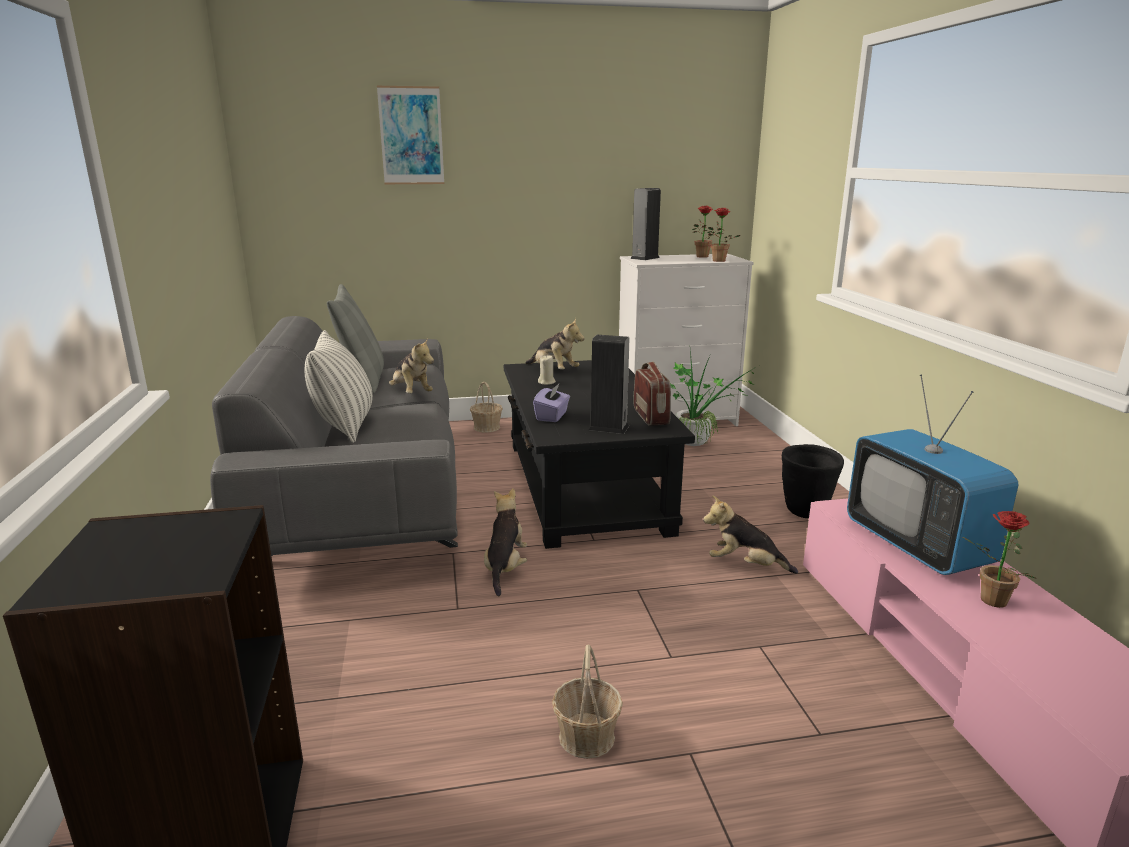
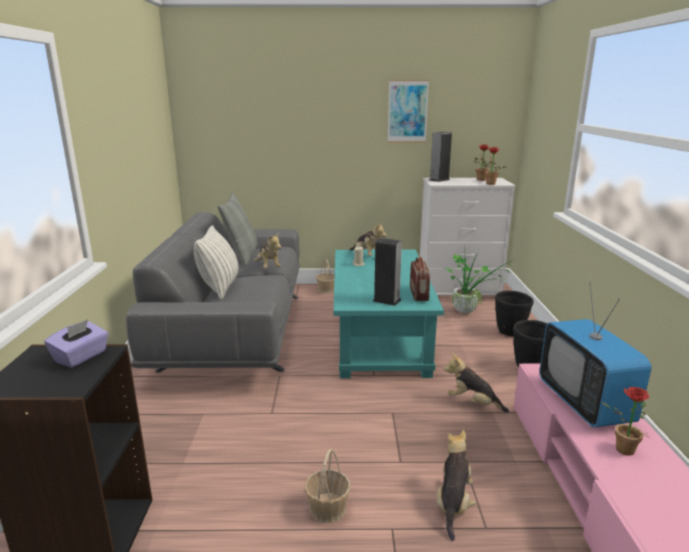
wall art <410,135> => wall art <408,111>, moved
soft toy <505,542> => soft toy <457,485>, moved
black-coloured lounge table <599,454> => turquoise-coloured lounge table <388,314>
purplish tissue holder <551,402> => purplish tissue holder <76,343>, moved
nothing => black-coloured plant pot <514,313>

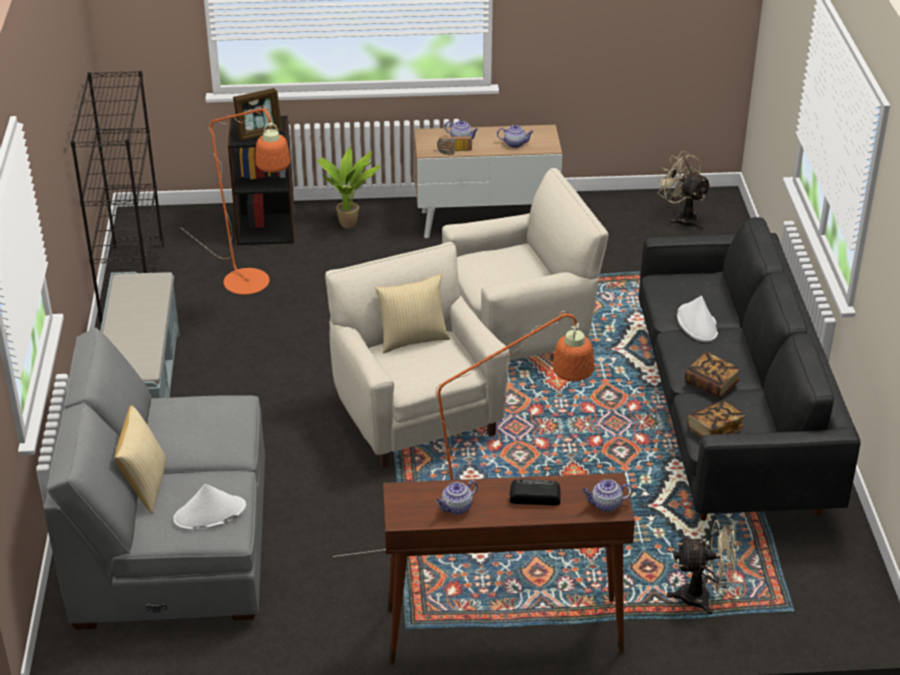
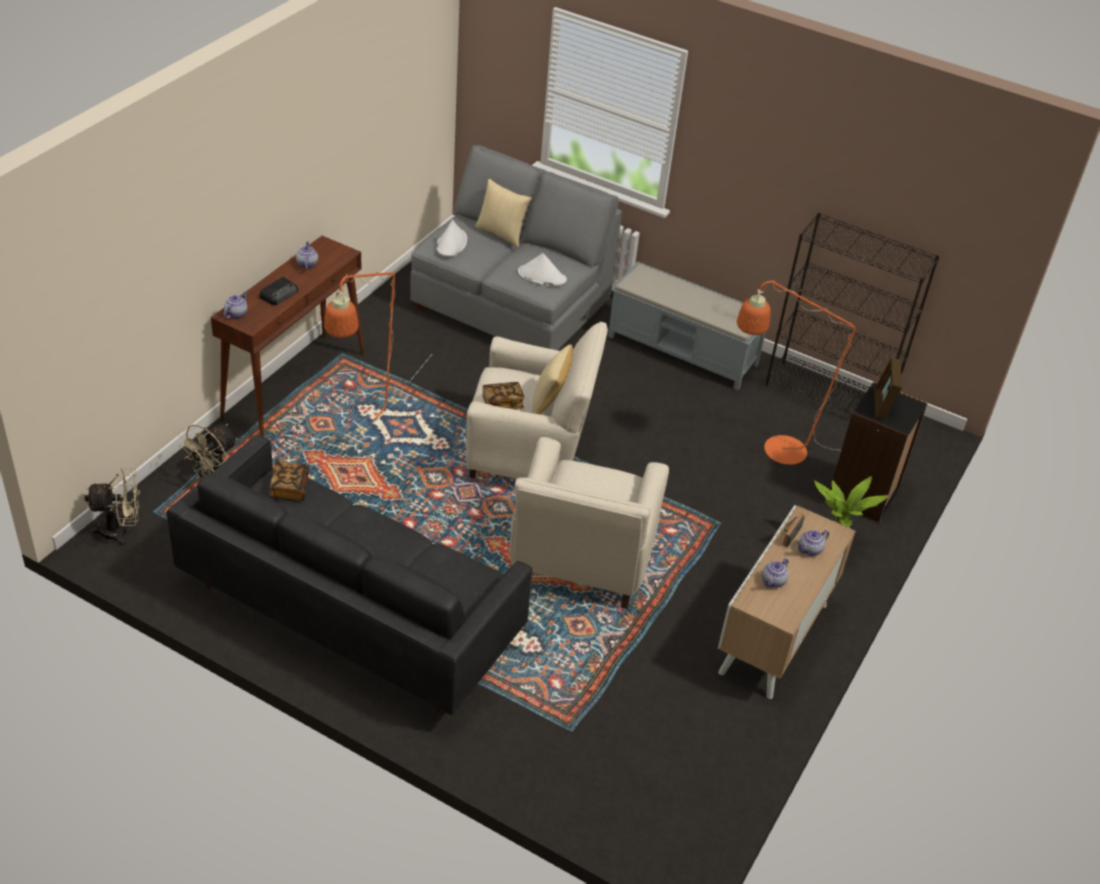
beige cooling fan <683,190> => beige cooling fan <112,507>, moved
white-coloured wearable hat <697,319> => white-coloured wearable hat <542,269>, moved
bound book <713,375> => bound book <503,396>, moved

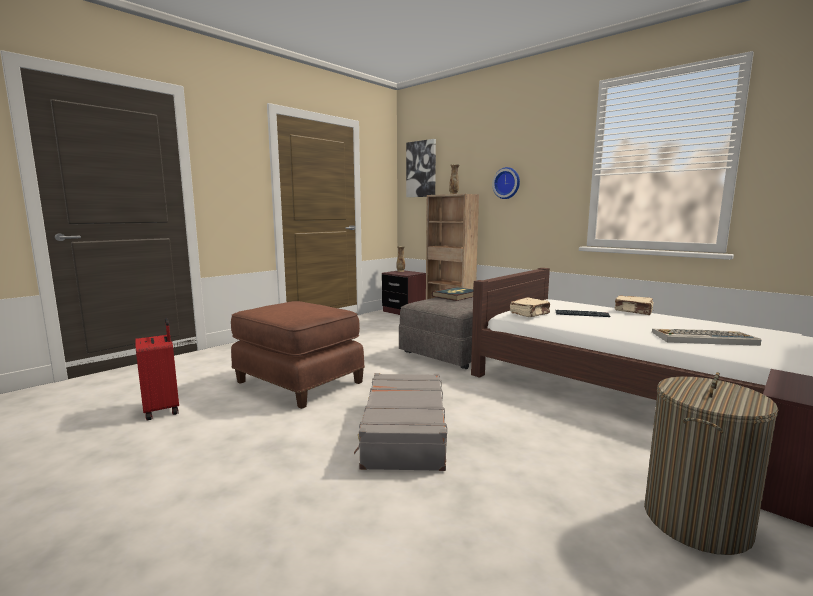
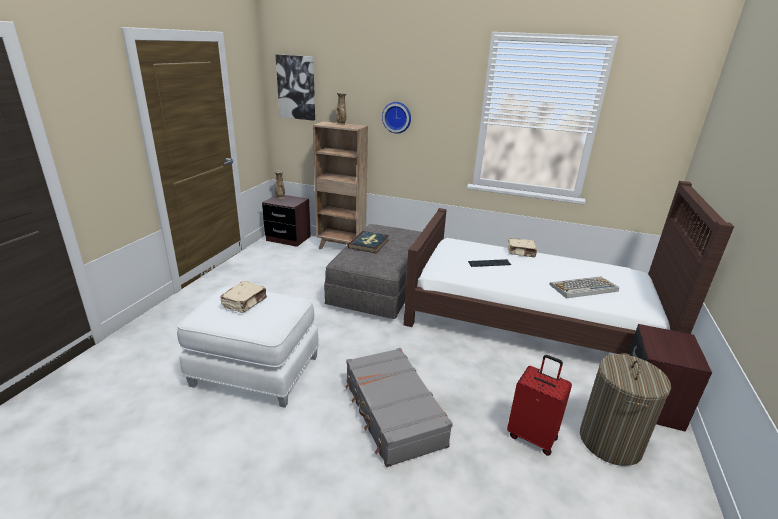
red-coloured suitcase <157,369> => red-coloured suitcase <539,405>, moved
brownish footrest <298,355> => white-coloured footrest <248,347>
beige bound book <530,307> => beige bound book <243,297>, moved

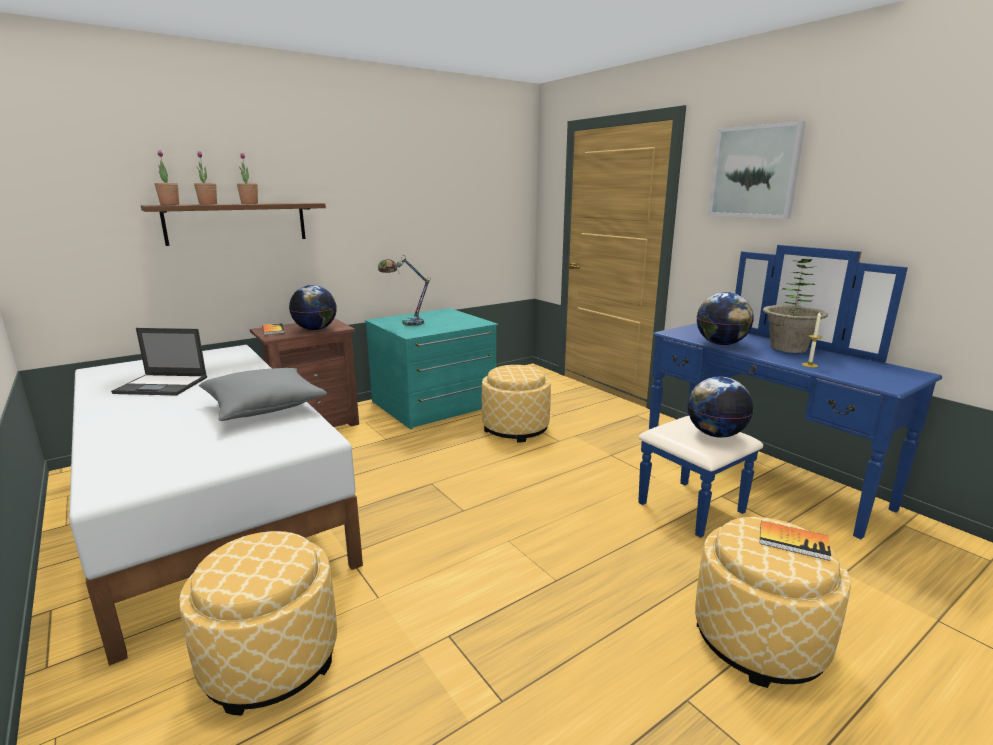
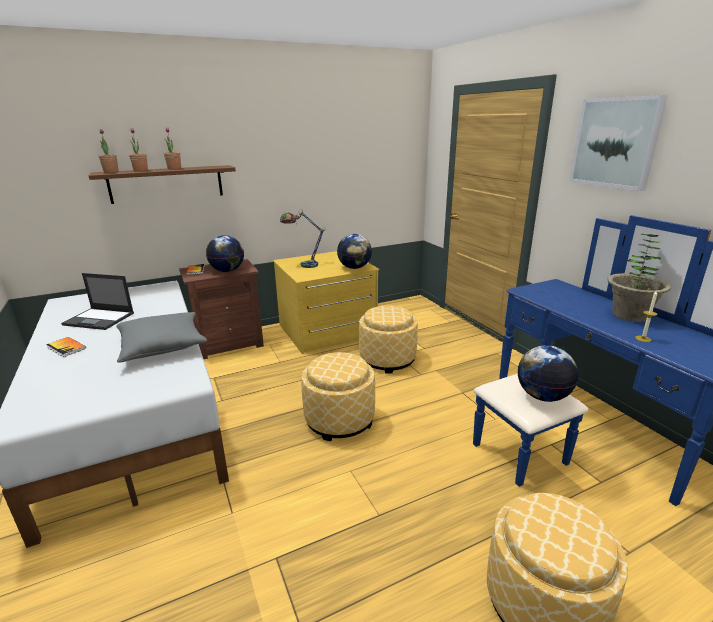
footrest <258,623> => footrest <338,396>, moved
turquoise-coloured chest of drawers <431,369> => yellowish chest of drawers <326,302>
globe <725,318> => globe <354,251>, moved
bound book <795,541> => bound book <66,347>, moved

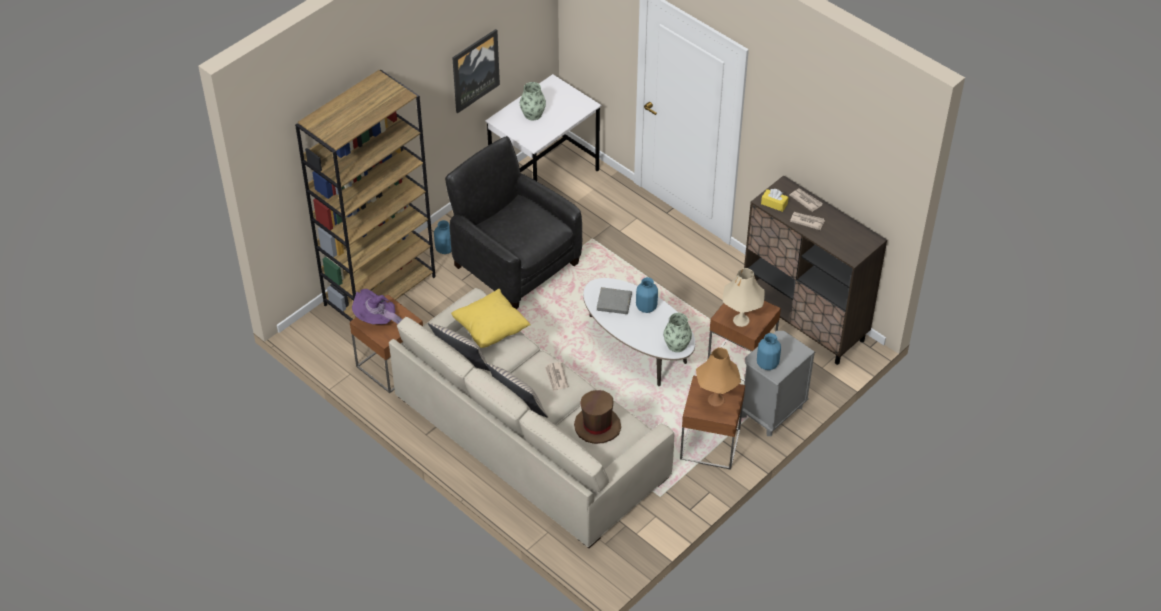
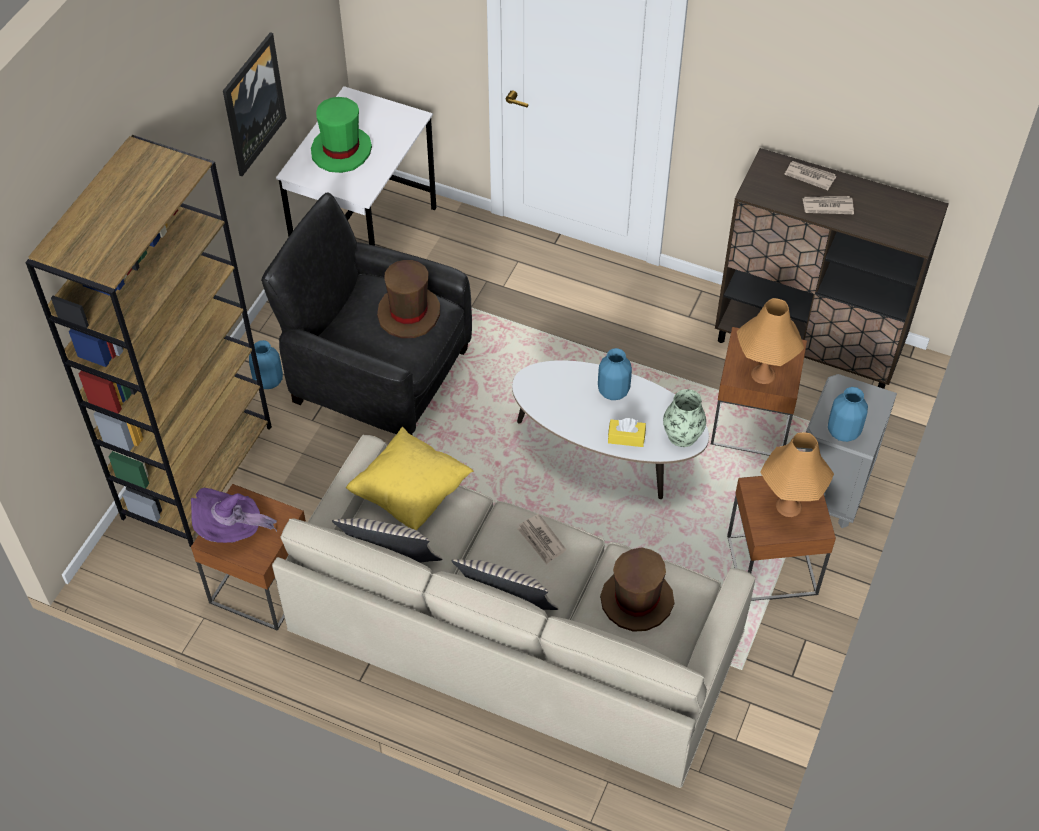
decorative vase <533,101> => greenish wearable hat <341,135>
gray bound book <614,300> => nothing
beige table lamp <744,297> => orange-coloured table lamp <770,341>
yellowish tissue holder <775,200> => yellowish tissue holder <627,432>, moved
nothing => brownish wearable hat <408,299>

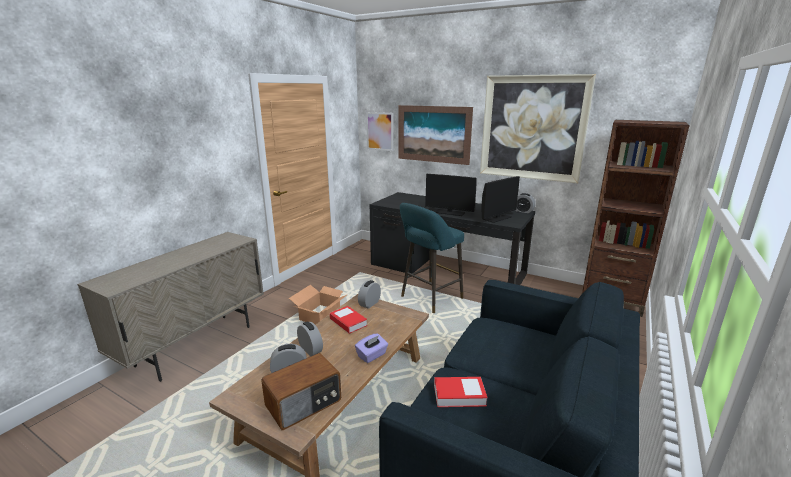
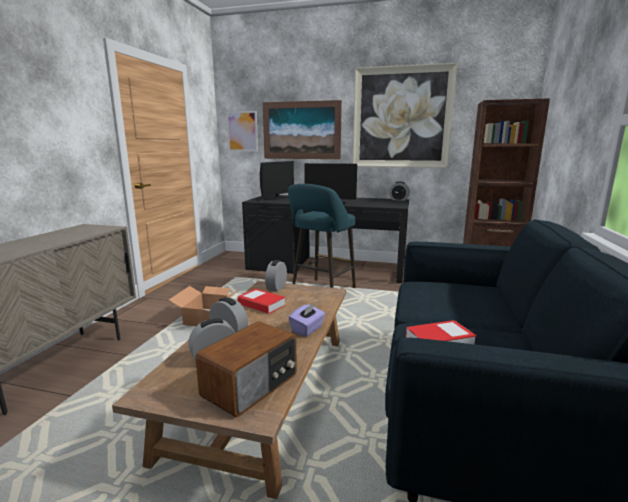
computer display <500,199> => computer display <277,180>, moved

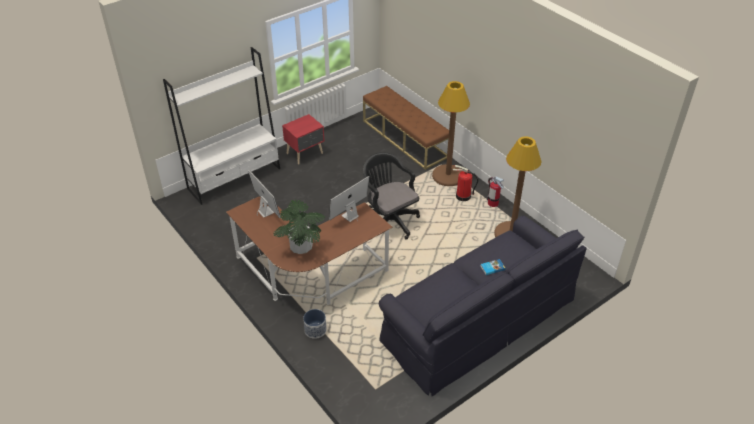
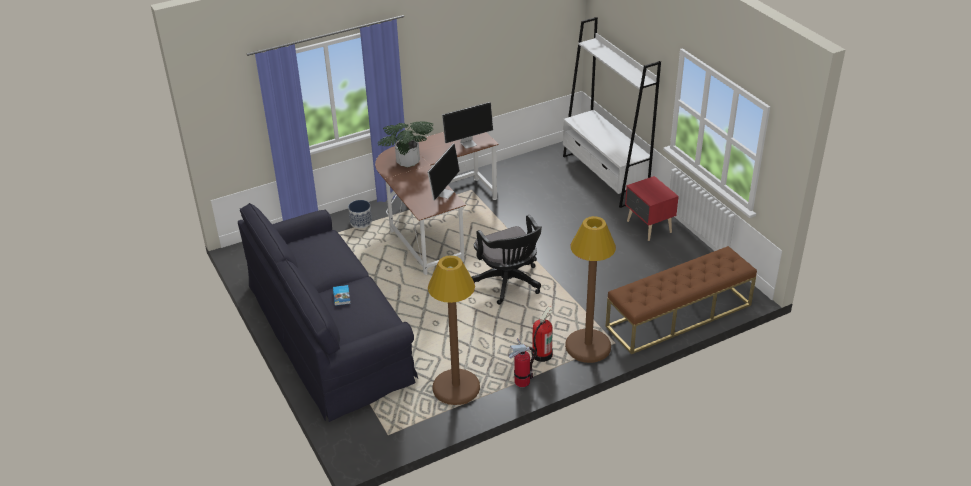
computer display <349,199> => computer display <444,171>, 60 degrees clockwise
black-coloured office chair <391,195> => black-coloured office chair <507,260>, 90 degrees clockwise

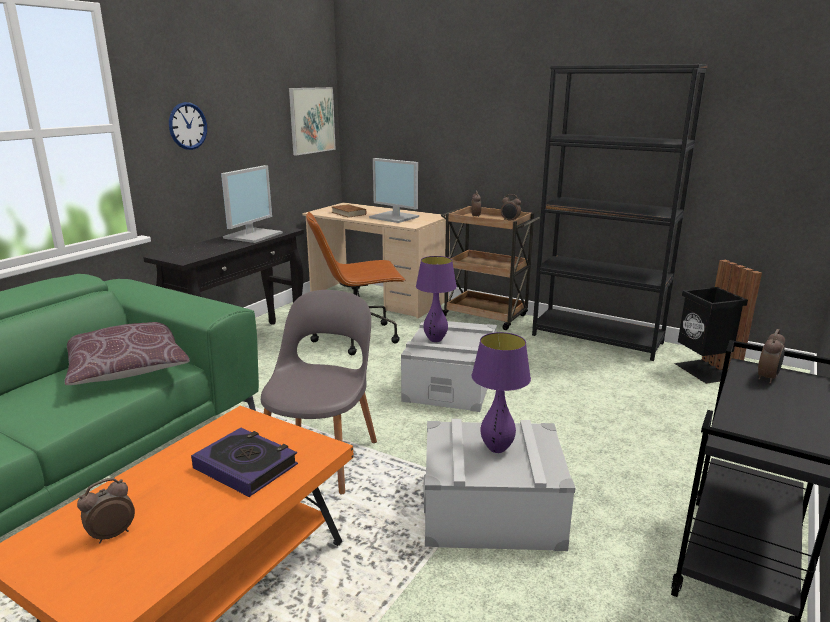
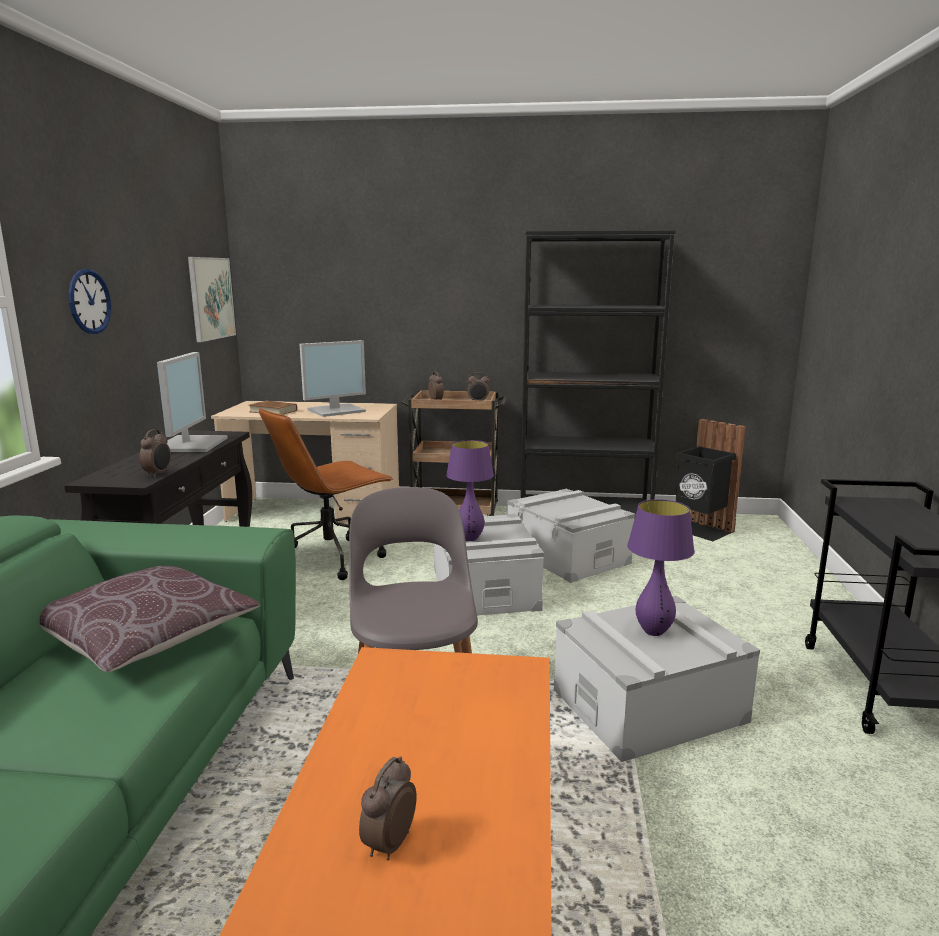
bound book <244,462> => nothing
computer display <394,190> => computer display <333,378>, 45 degrees counterclockwise
bedside clock <771,356> => bedside clock <155,453>, moved
nothing => gray storage box <571,536>

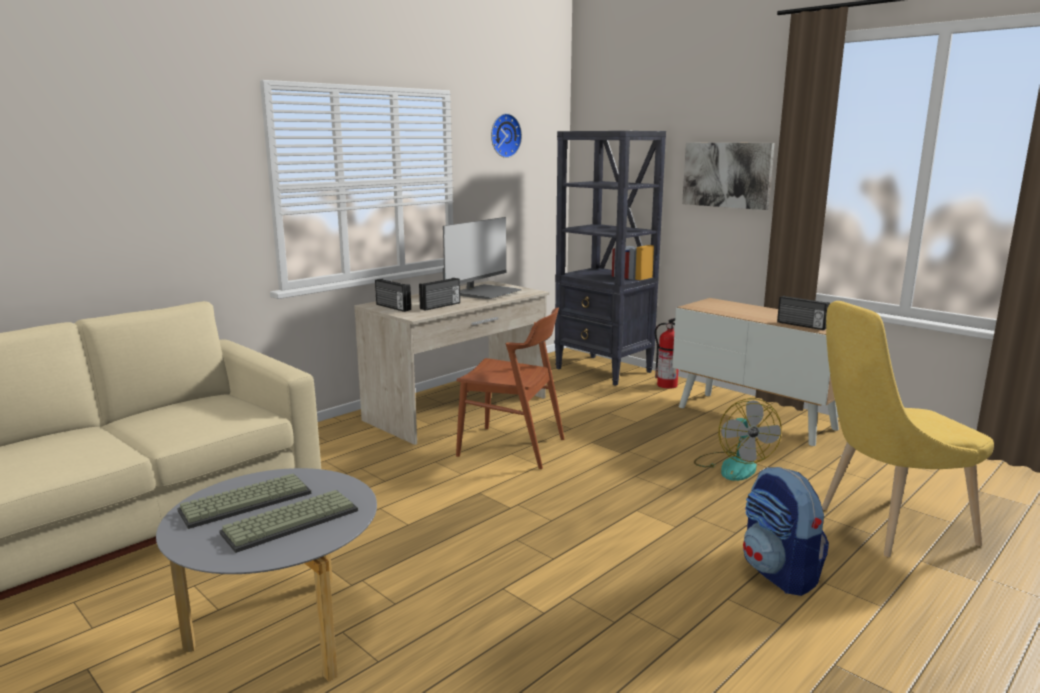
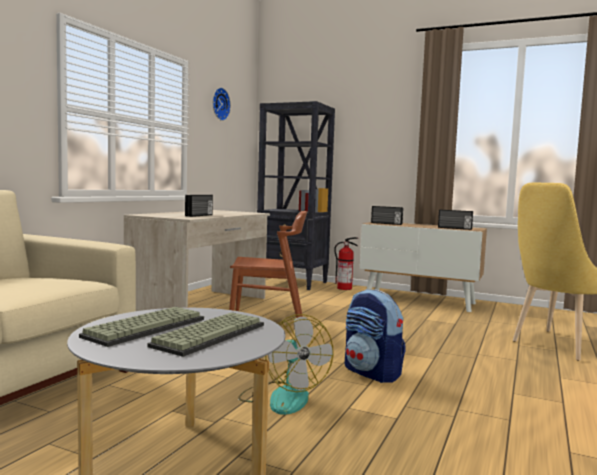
radio <393,295> => radio <387,215>, moved
computer display <482,258> => nothing
wall art <728,176> => nothing
cooling fan <738,439> => cooling fan <286,364>, moved
backpack <786,531> => backpack <375,336>, moved

